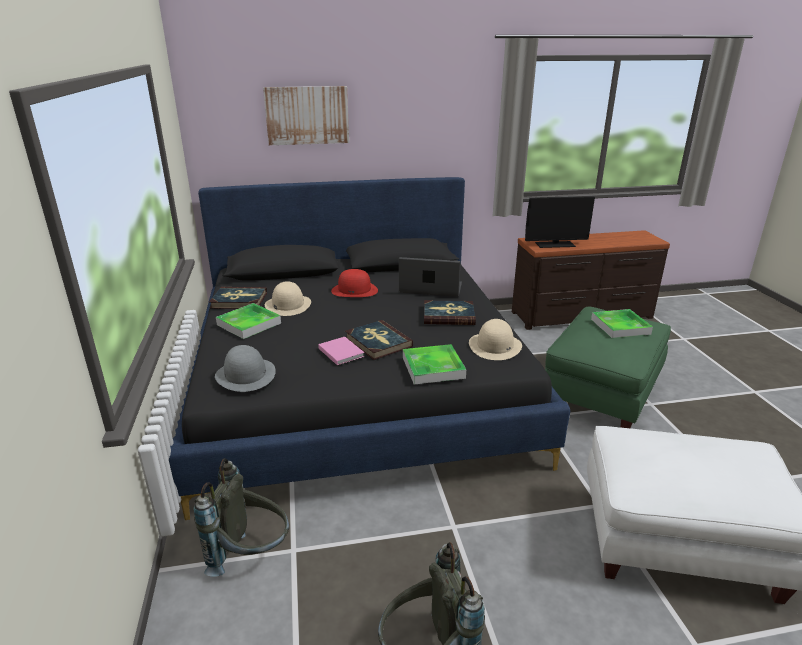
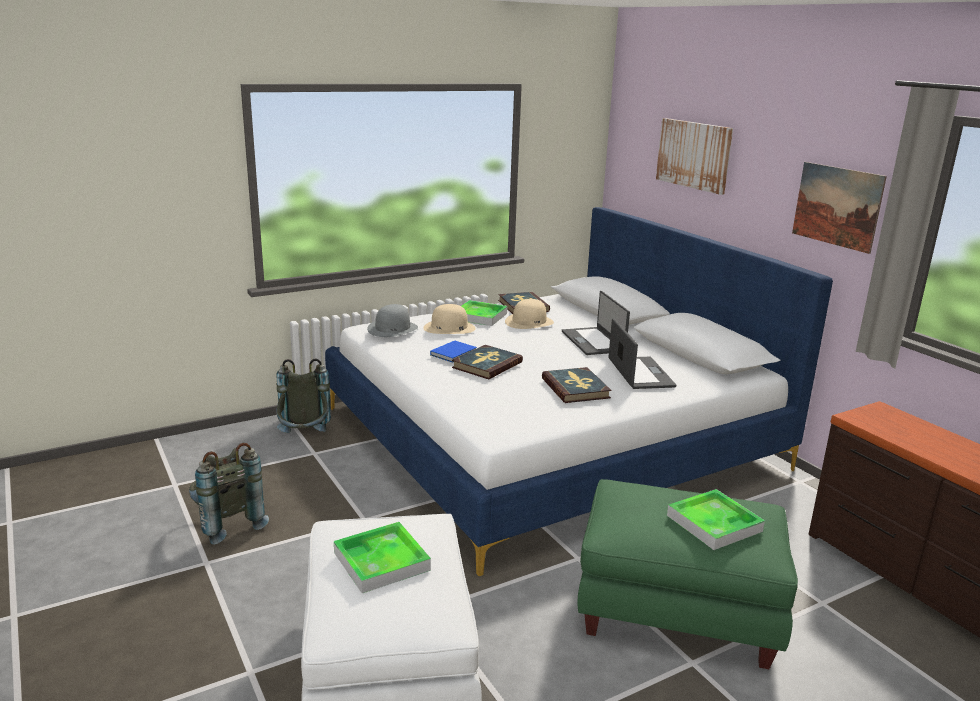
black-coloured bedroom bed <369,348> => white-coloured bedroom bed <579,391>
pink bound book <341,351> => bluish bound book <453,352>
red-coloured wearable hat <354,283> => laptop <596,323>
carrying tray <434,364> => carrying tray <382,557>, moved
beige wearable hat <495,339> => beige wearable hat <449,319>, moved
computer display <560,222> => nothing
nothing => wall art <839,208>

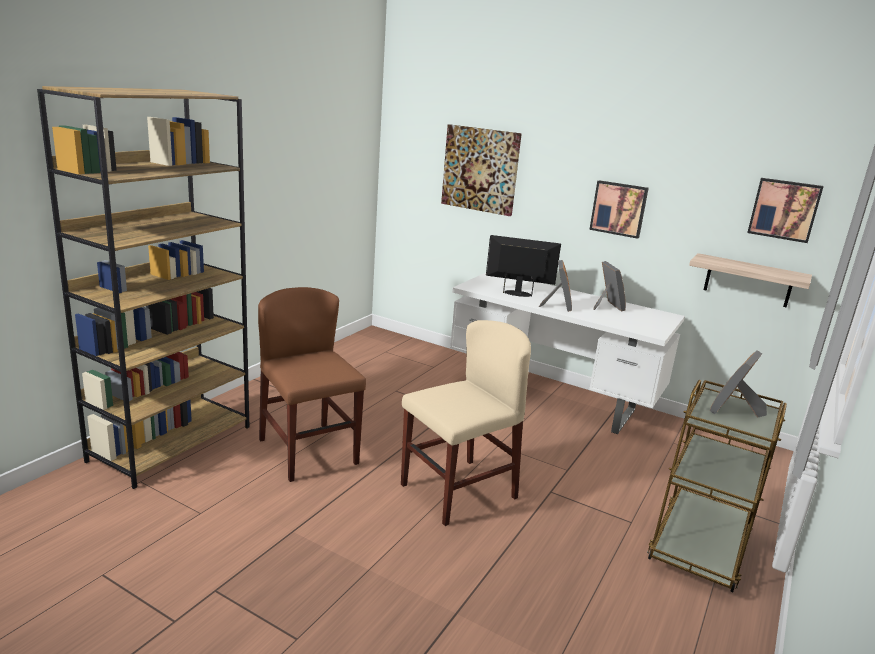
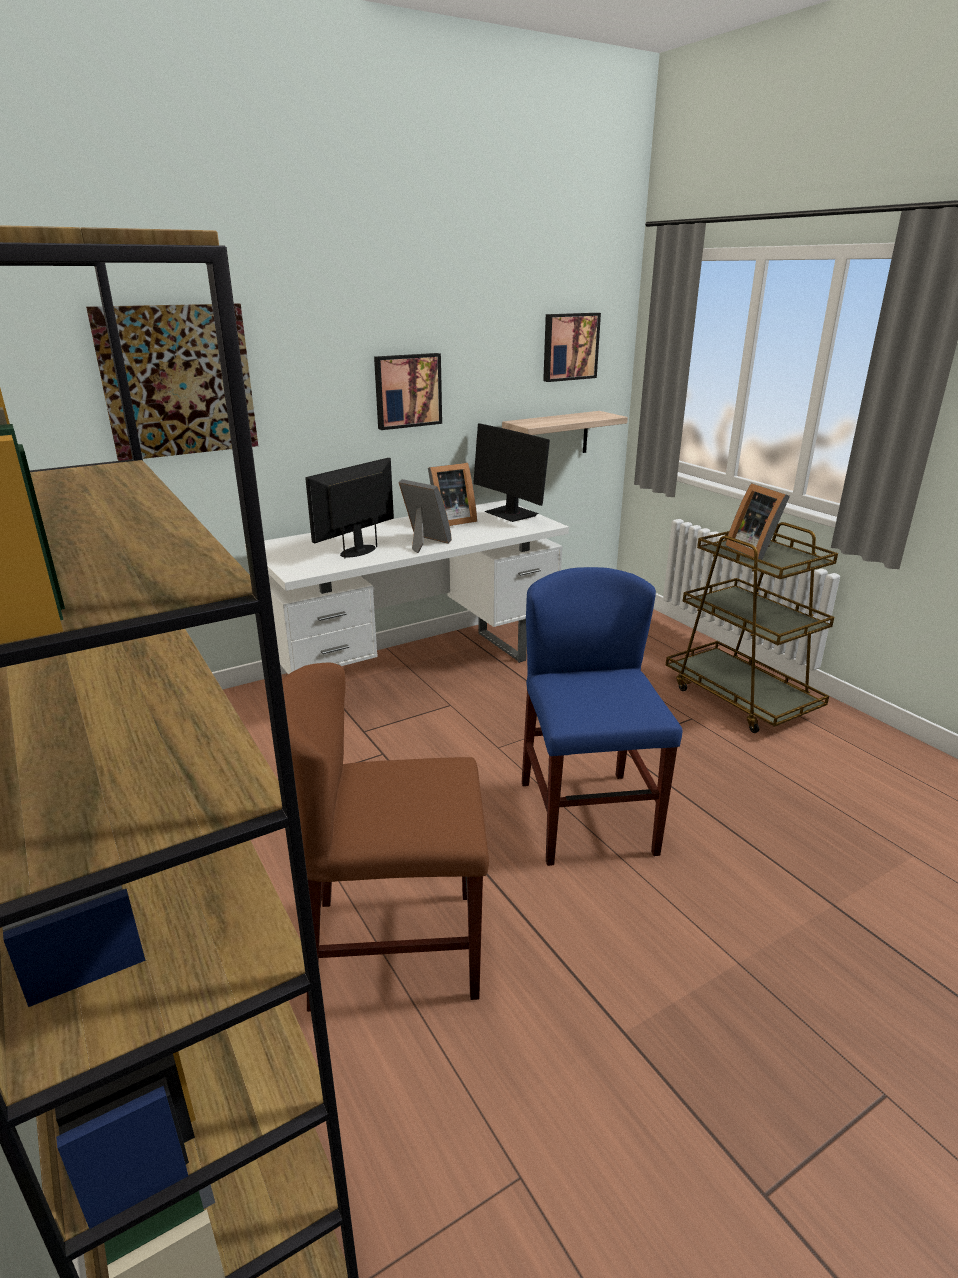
beige plain chair <466,423> => bluish plain chair <602,716>
photo frame <609,286> => photo frame <452,494>, 135 degrees clockwise
nothing => computer display <511,472>

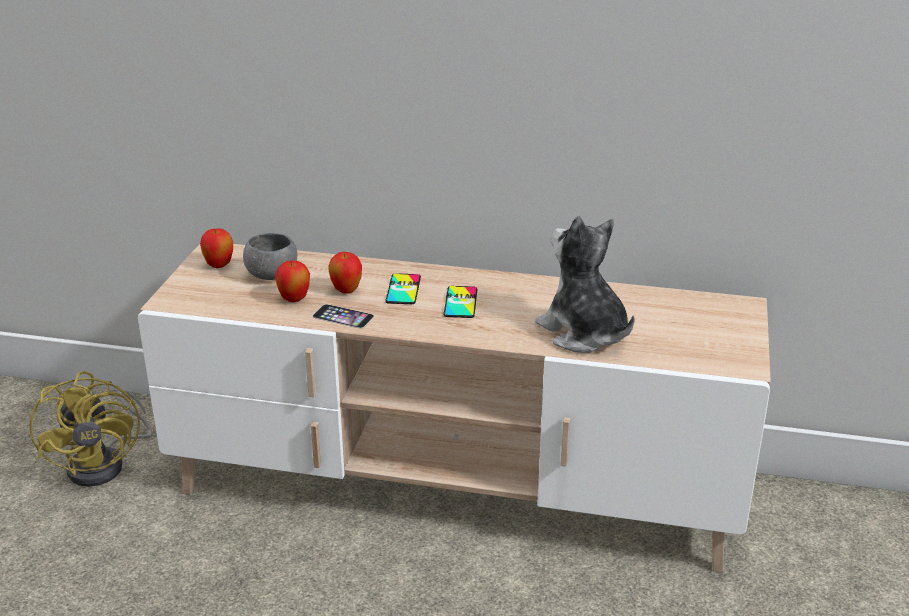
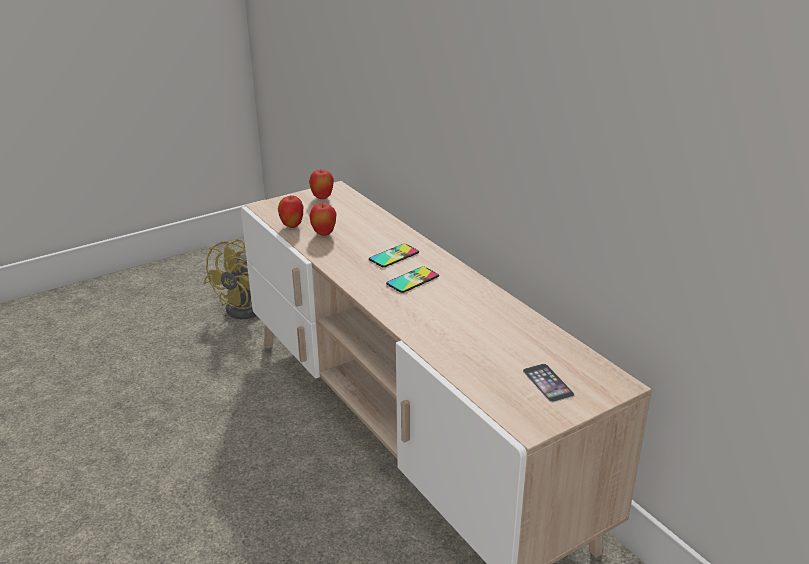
gray bowl <270,256> => nothing
telephone <343,316> => telephone <549,383>, moved
whole apple <345,273> => whole apple <290,211>, moved
soft toy <585,284> => nothing

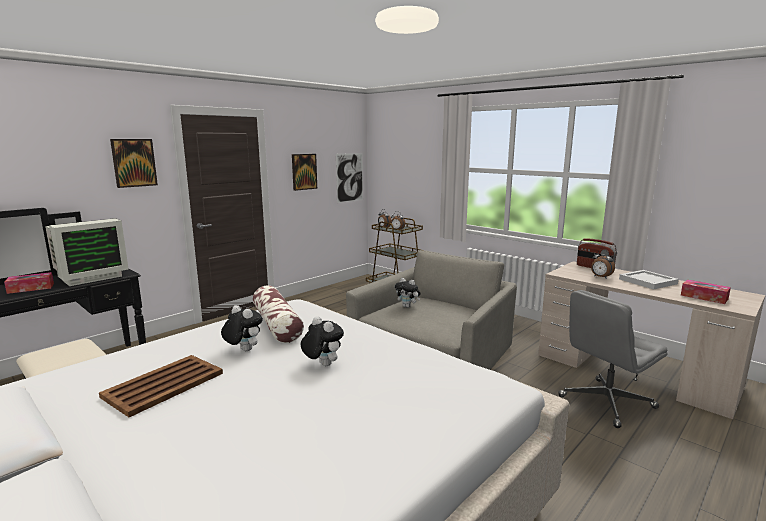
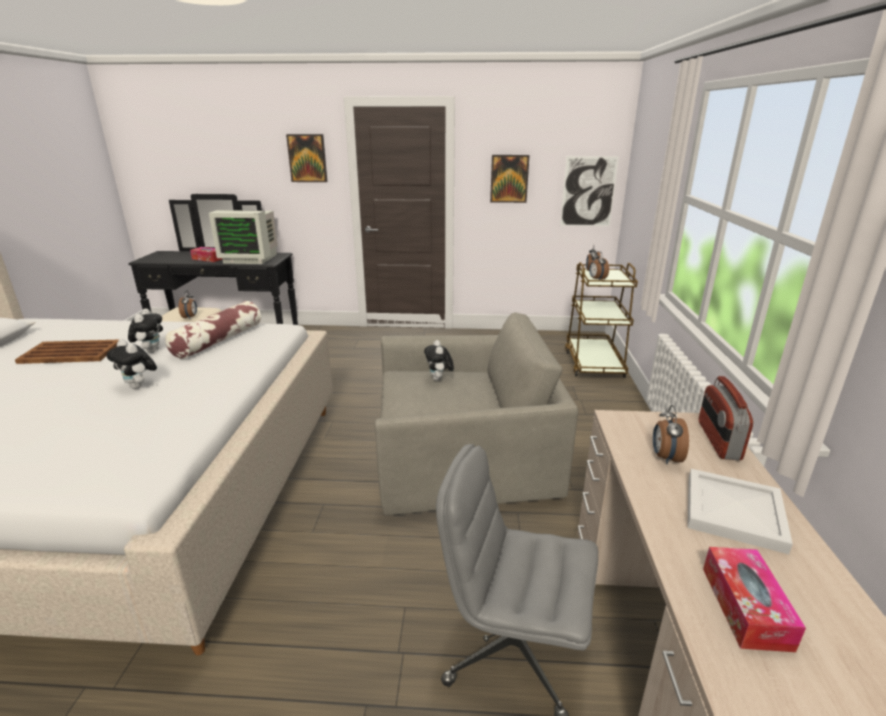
soft toy <322,341> => soft toy <132,364>, 120 degrees clockwise
nothing => bedside clock <188,305>

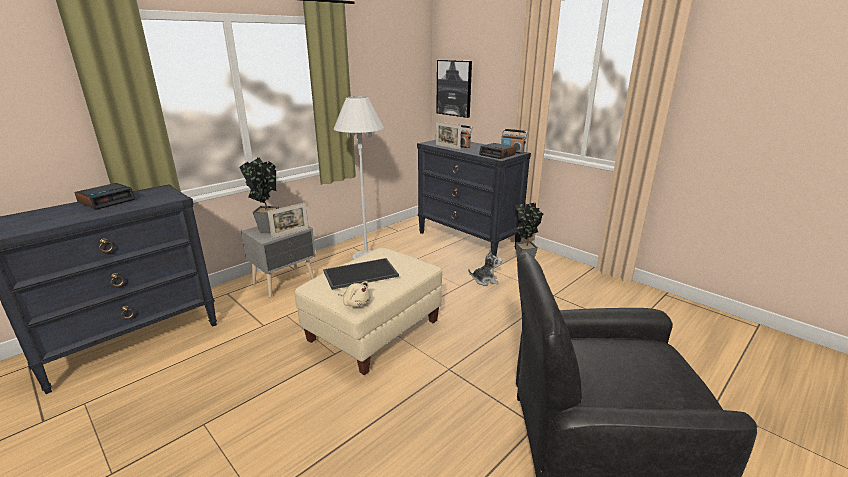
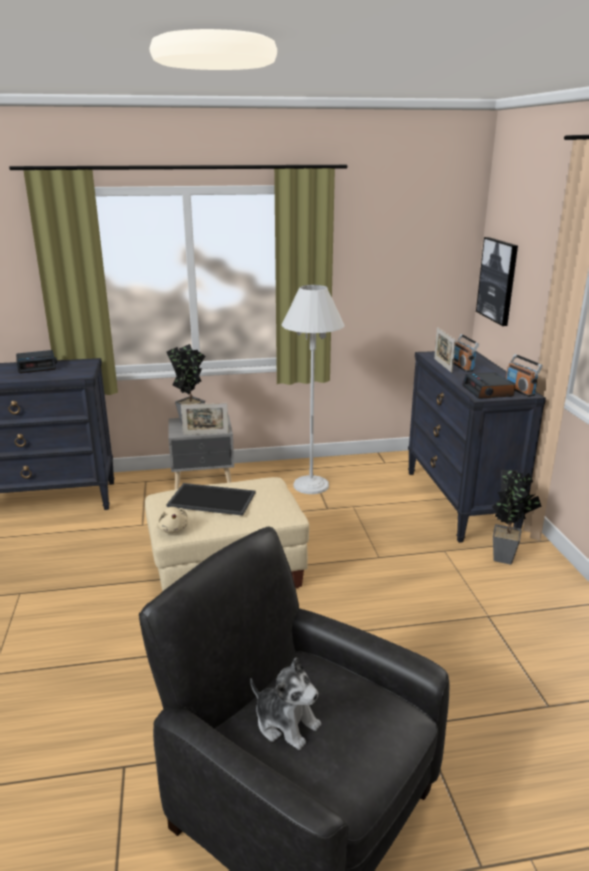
soft toy <485,267> => soft toy <285,703>, moved

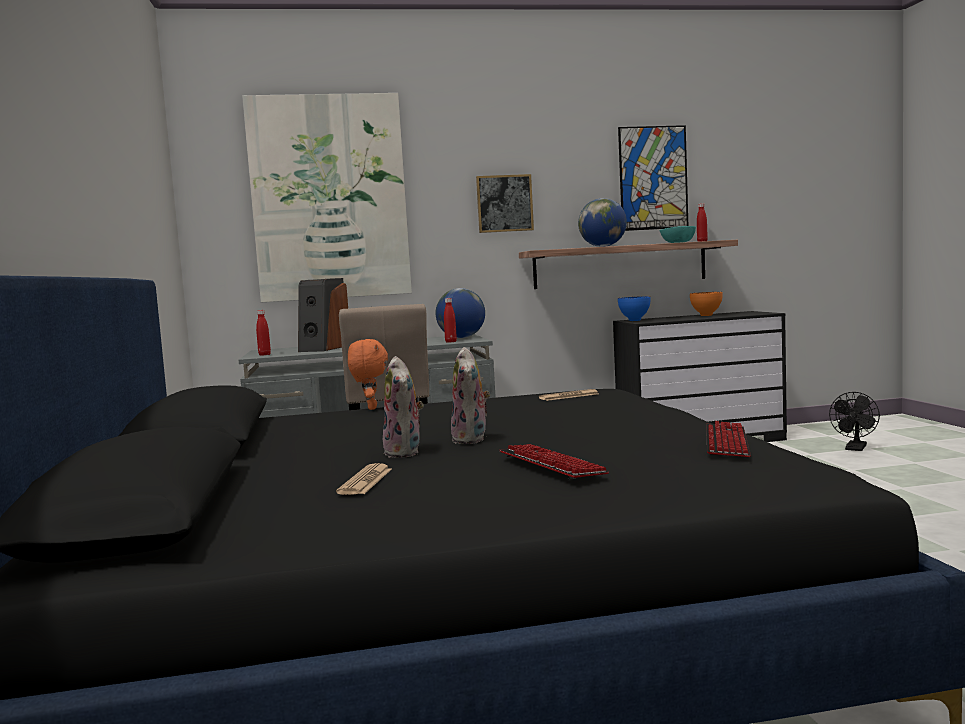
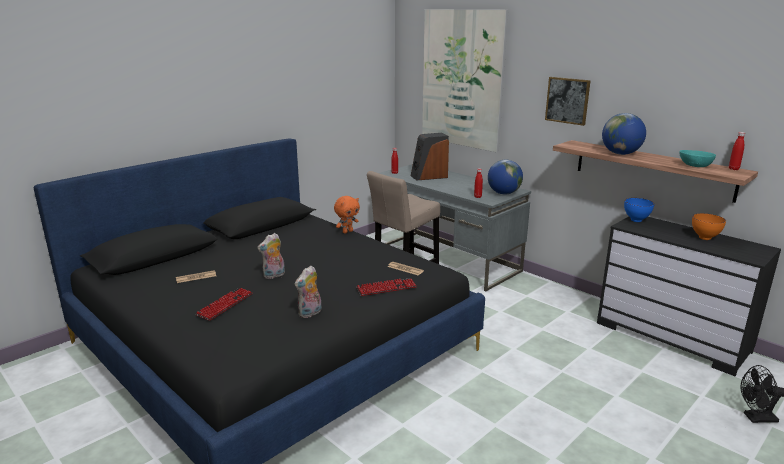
soft toy <403,407> => soft toy <308,292>, moved
wall art <653,178> => nothing
keyboard <728,439> => keyboard <386,287>, moved

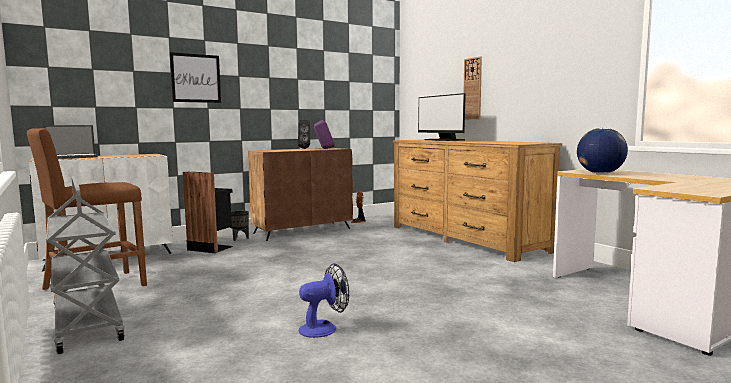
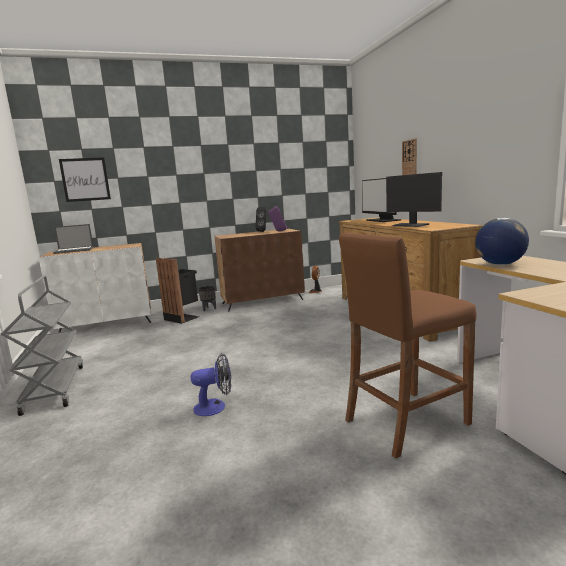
brownish sitting stool <87,216> => brownish sitting stool <407,346>, moved
wall art <195,77> => wall art <85,179>, moved
nothing => computer display <414,199>

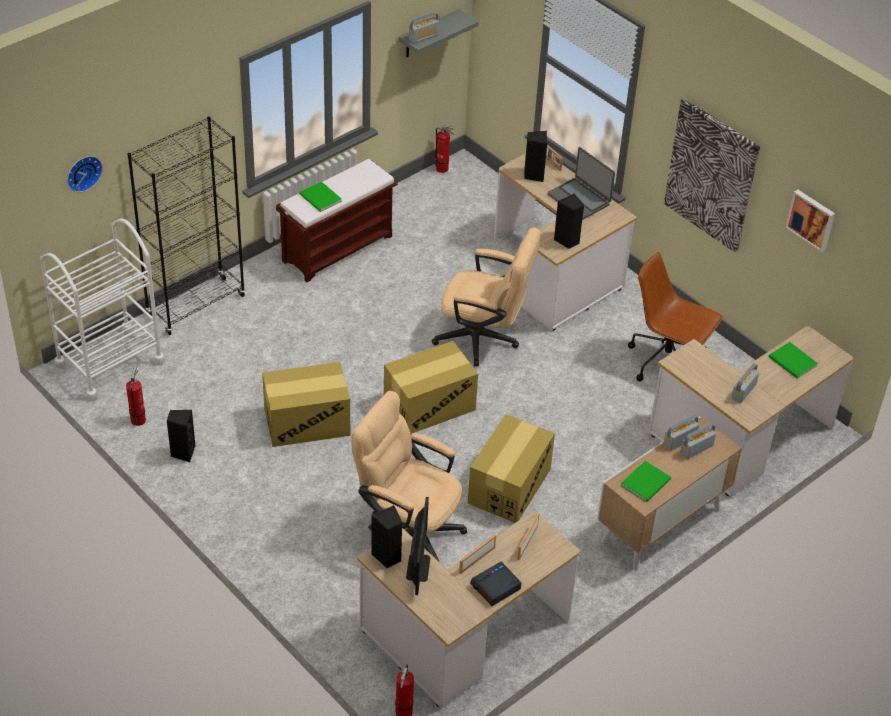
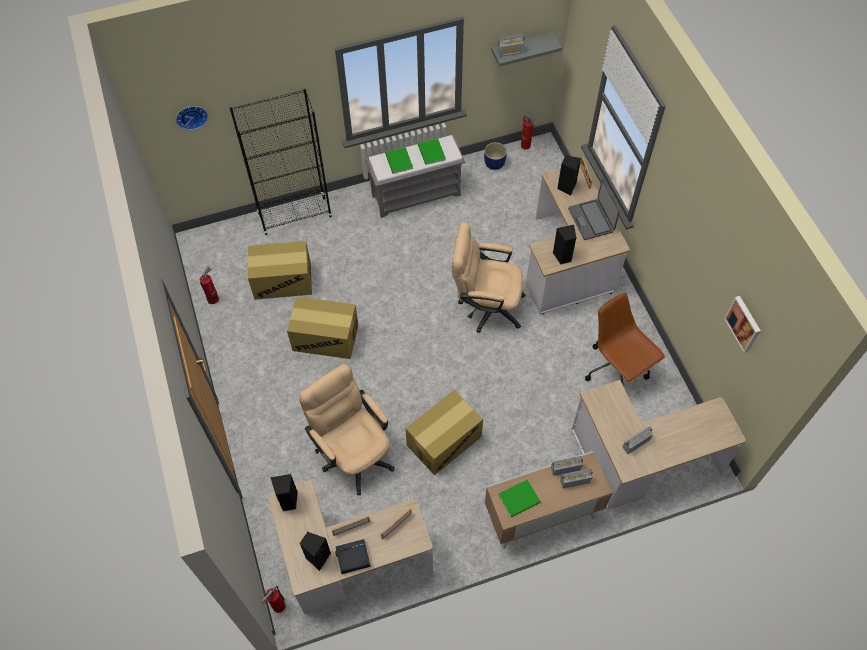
white-coloured cart <102,309> => nothing
black-coloured audio speaker <181,436> => black-coloured audio speaker <315,551>, moved
brownish bench <337,220> => gray bench <415,176>
cardboard box <431,387> => cardboard box <280,270>, moved
computer display <418,546> => nothing
beige office chair <486,296> => beige office chair <489,277>, 150 degrees clockwise
wall art <712,175> => nothing
greenish bound book <793,360> => greenish bound book <432,152>, moved
nothing => bluish plant pot <495,156>

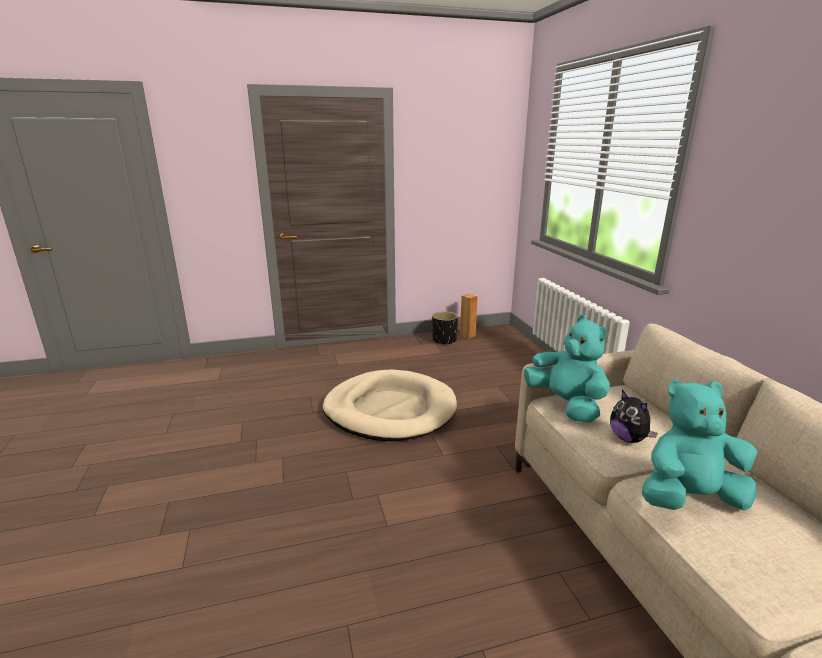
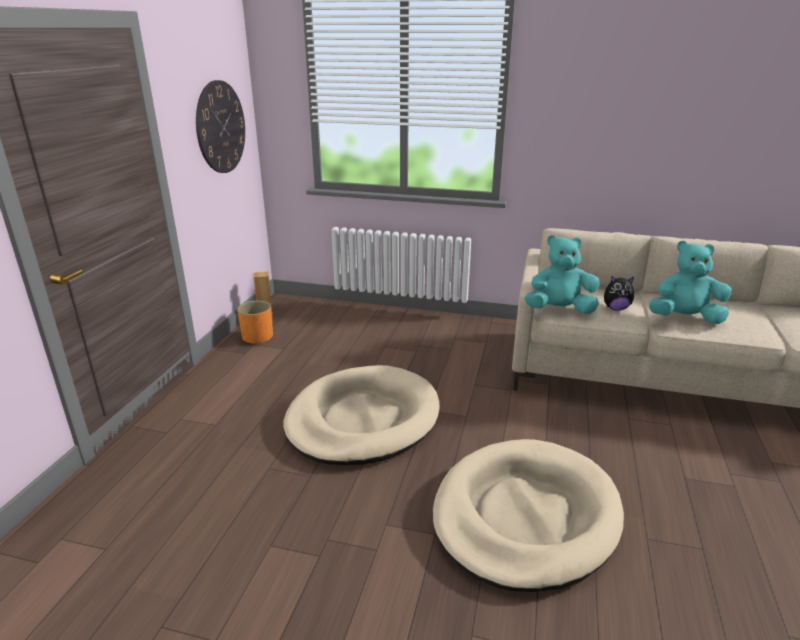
black-coloured plant pot <445,328> => orange-coloured plant pot <255,322>
turquoise-coloured soft toy <700,445> => turquoise-coloured soft toy <690,282>, 75 degrees clockwise
nothing => wall clock <220,126>
nothing => beige dog cushion <528,515>

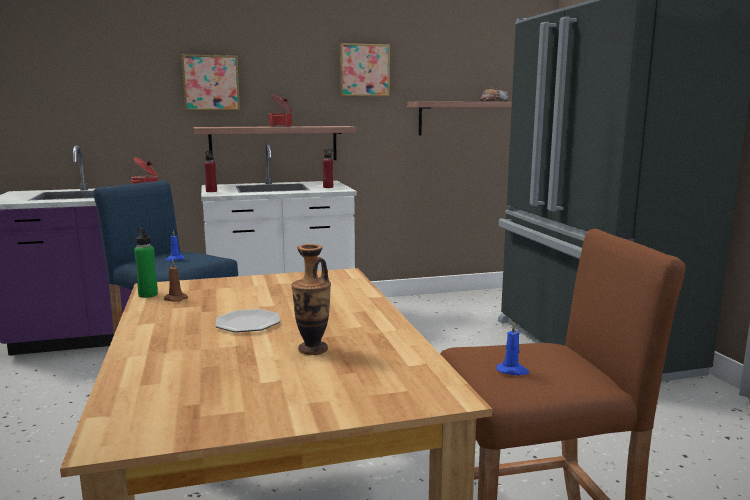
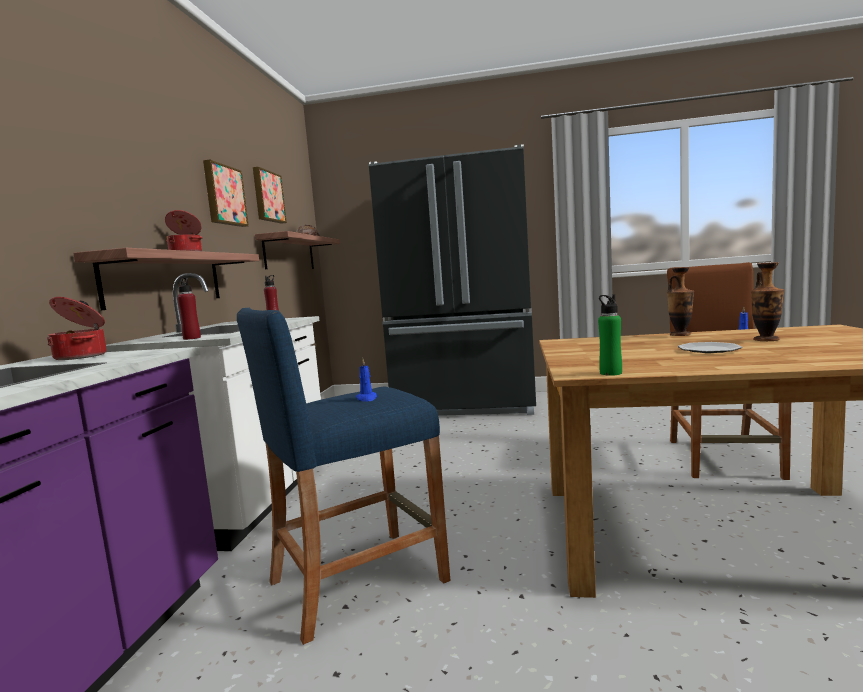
brownish wax light <176,280> => nothing
wall art <211,83> => wall art <270,195>, moved
nothing => decorative vase <680,301>

